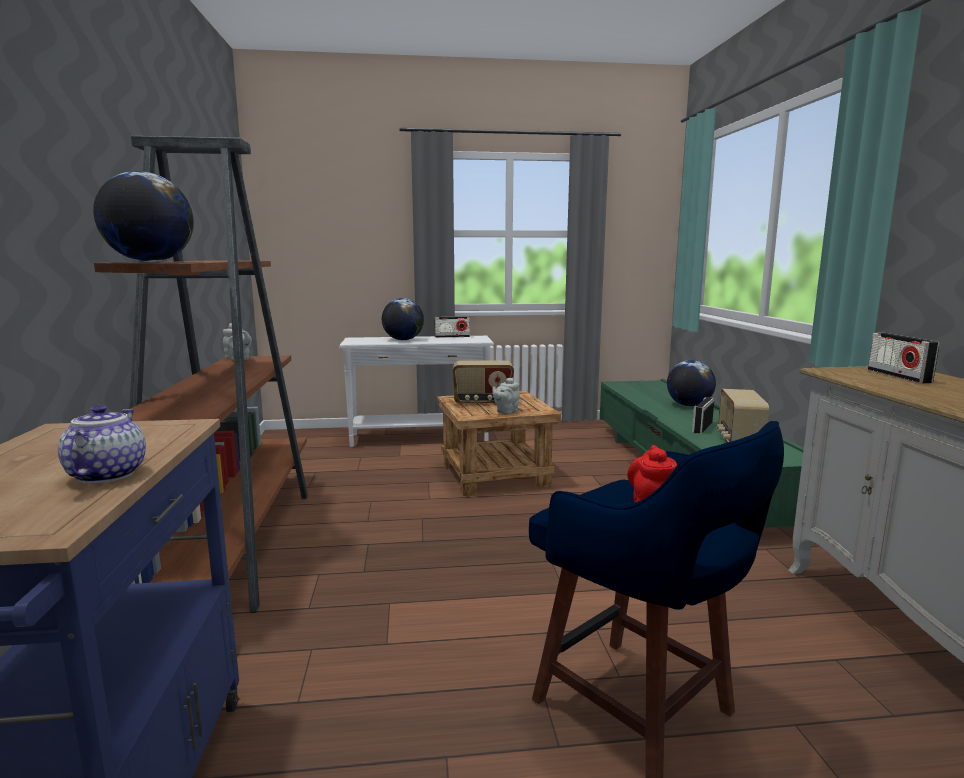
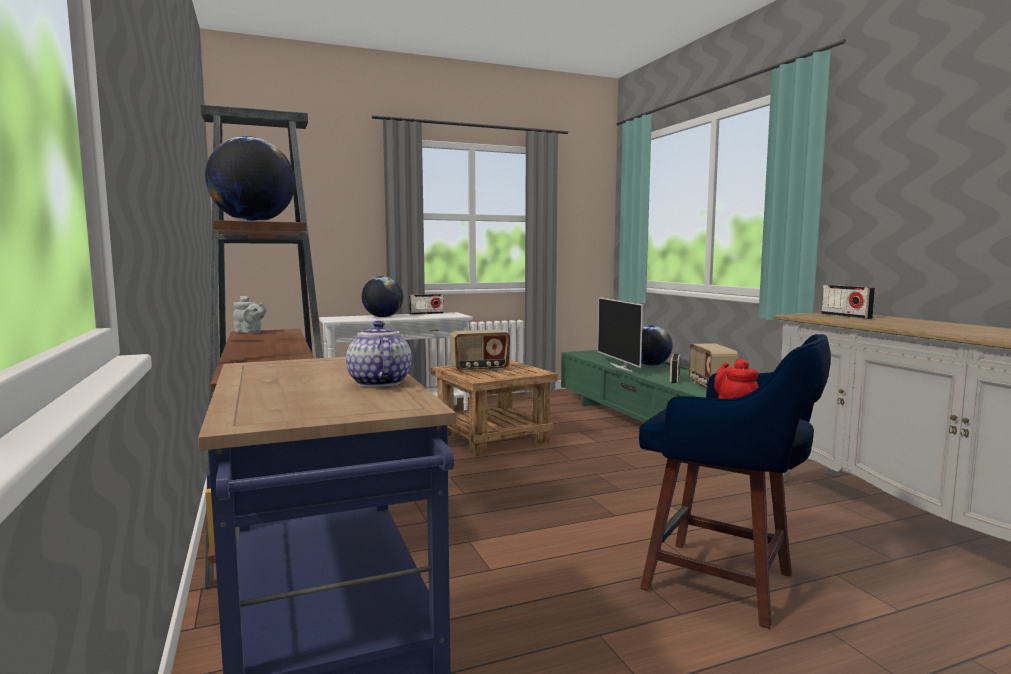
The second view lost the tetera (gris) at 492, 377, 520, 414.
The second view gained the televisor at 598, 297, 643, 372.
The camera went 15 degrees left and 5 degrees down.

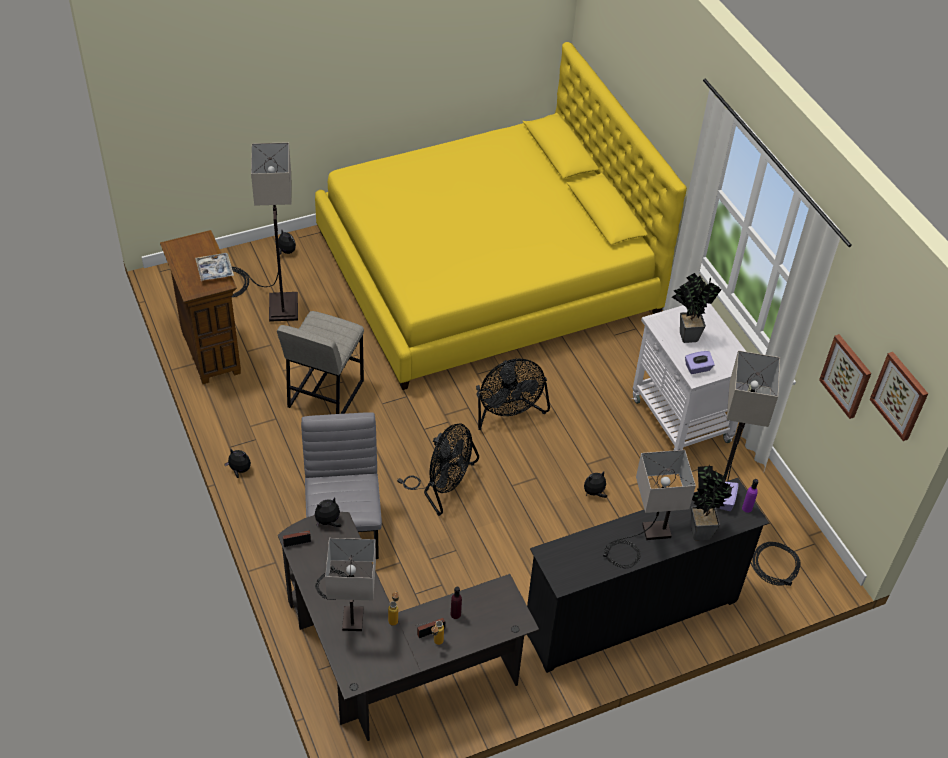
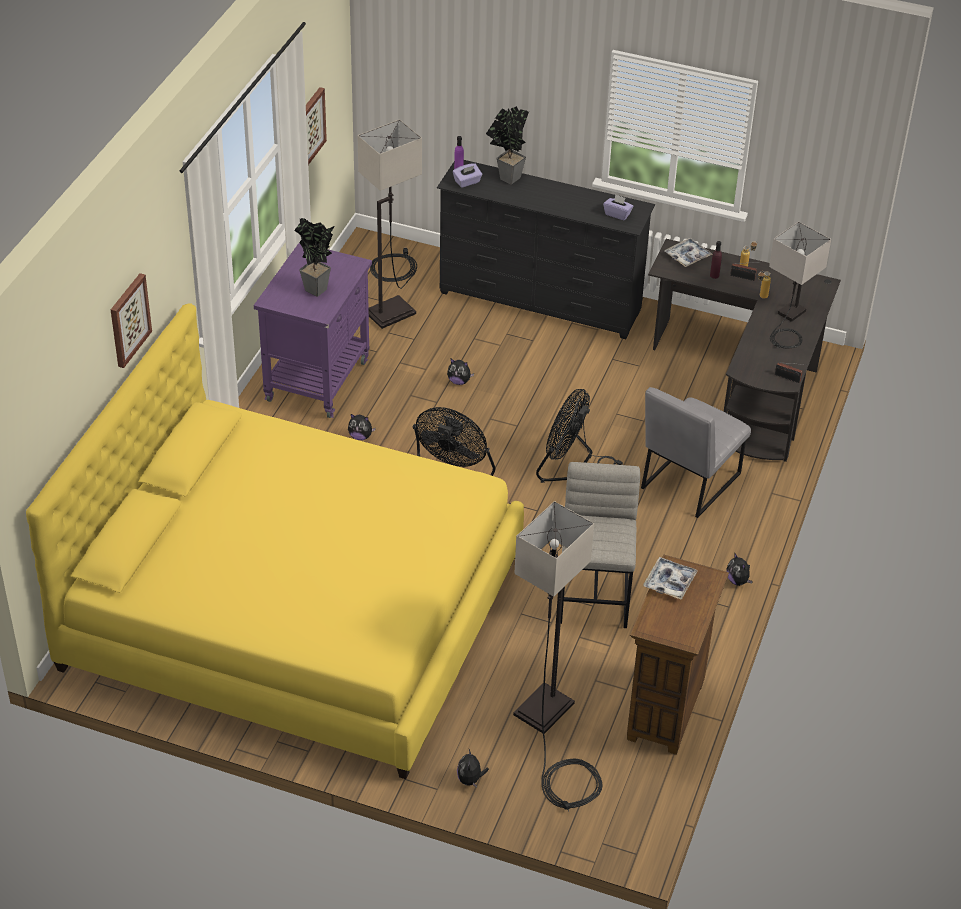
The second view lost the lámpara de mesa at 603, 450, 696, 568.
The second view gained the bandeja at 664, 238, 713, 267.
The peluche ended up elsewhere, having gone from 315, 498, 341, 527 to 348, 414, 376, 440.
The caja de pañuelos (morado) ended up elsewhere, having gone from 685, 351, 715, 374 to 603, 194, 633, 220.
The cuadro ended up elsewhere, having gone from 870, 352, 928, 441 to 111, 273, 152, 368.
What was the carrito (blanco) at 632, 303, 749, 451 turned into the carrito (morado) at 254, 243, 372, 418.
The silla (gris) at 277, 311, 364, 414 ended up facing another way, 60 degrees counterclockwise from before.
The ventilador (negro) at 397, 424, 479, 516 ended up facing another way, 45 degrees counterclockwise from before.
The camera went 135 degrees left and 5 degrees down.

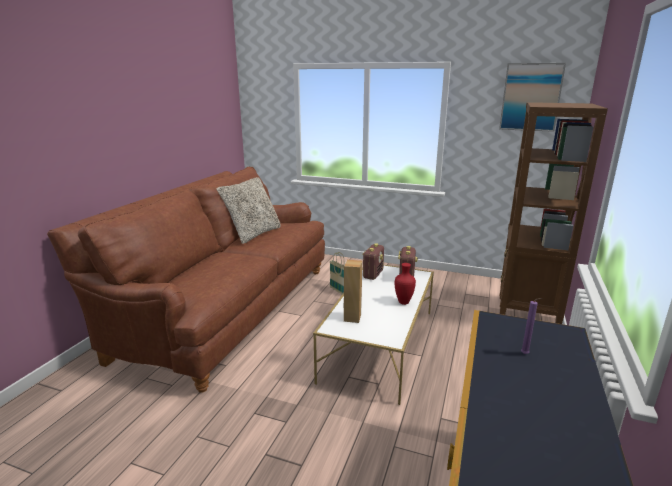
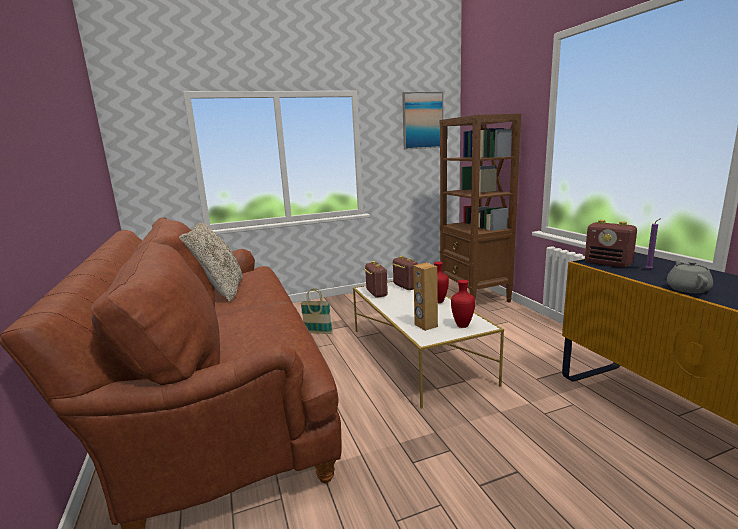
The second view gained the florero (rojo) at 451, 280, 475, 328.
The second view gained the radio at 585, 220, 637, 268.
The second view gained the tetera (gris) at 667, 259, 713, 293.
The camera went 40 degrees left and 5 degrees down.

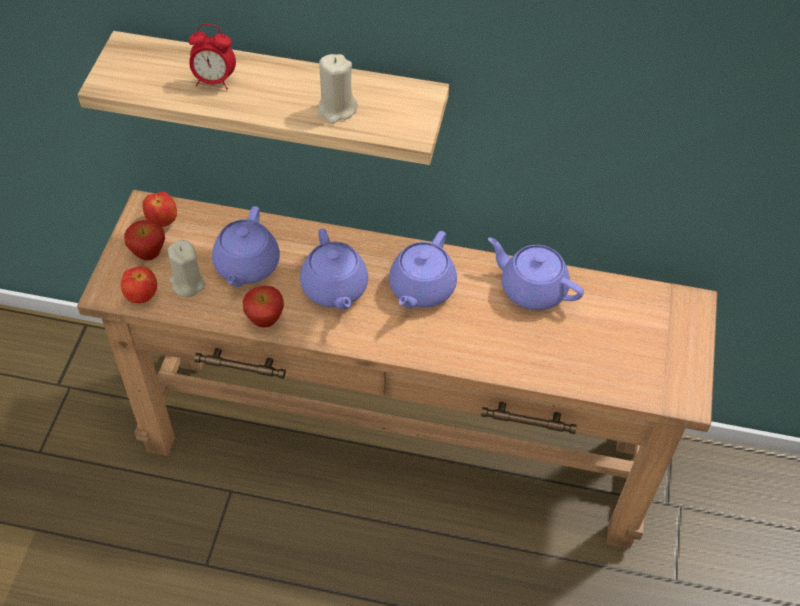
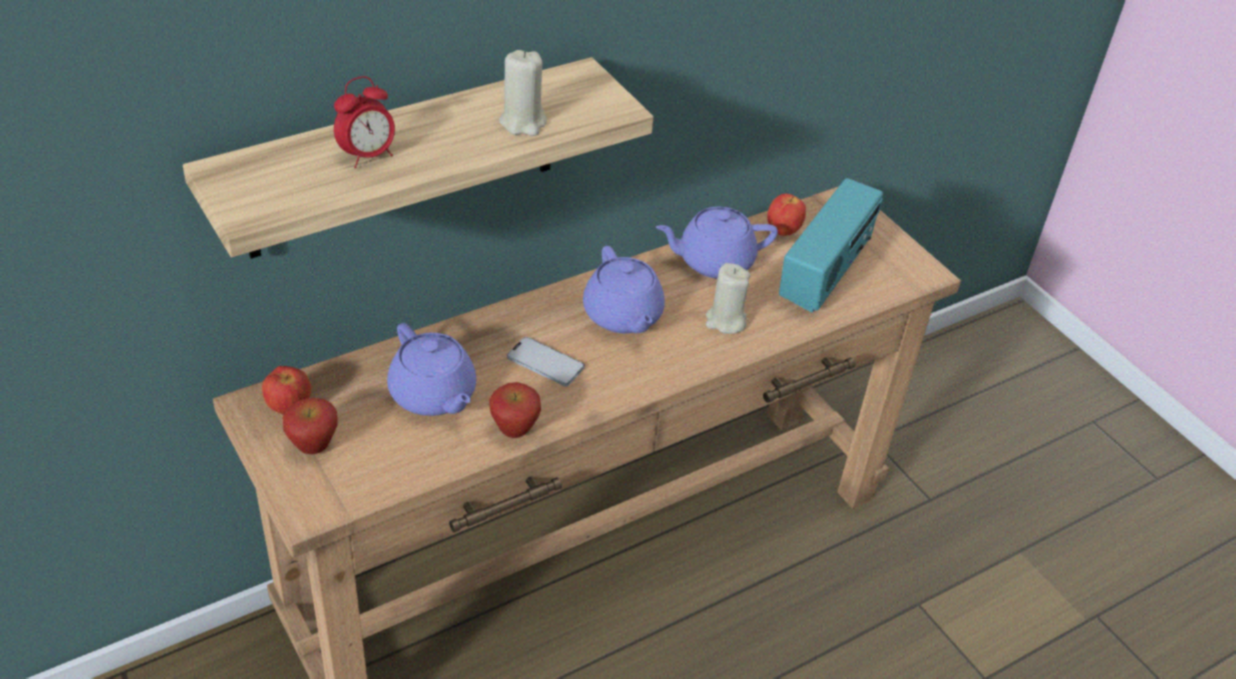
The second view gained the radio at 779, 178, 883, 313.
The manzana ended up elsewhere, having gone from 121, 267, 157, 304 to 767, 194, 806, 236.
The vela (beis) ended up elsewhere, having gone from 168, 240, 205, 297 to 706, 263, 750, 334.
Where the tetera (morado) stood at 300, 229, 368, 310, the móvil came to stand at 507, 337, 585, 386.
The camera went 45 degrees left and 10 degrees down.

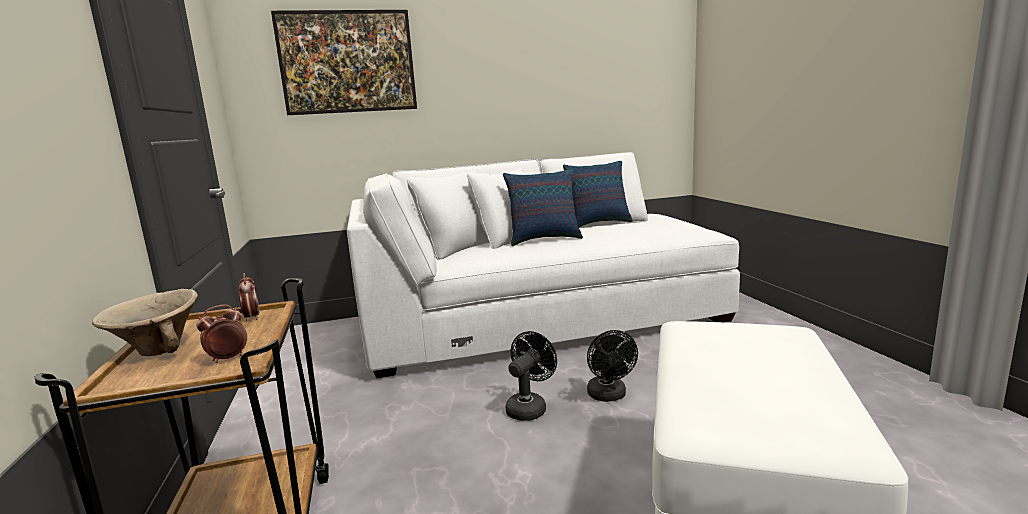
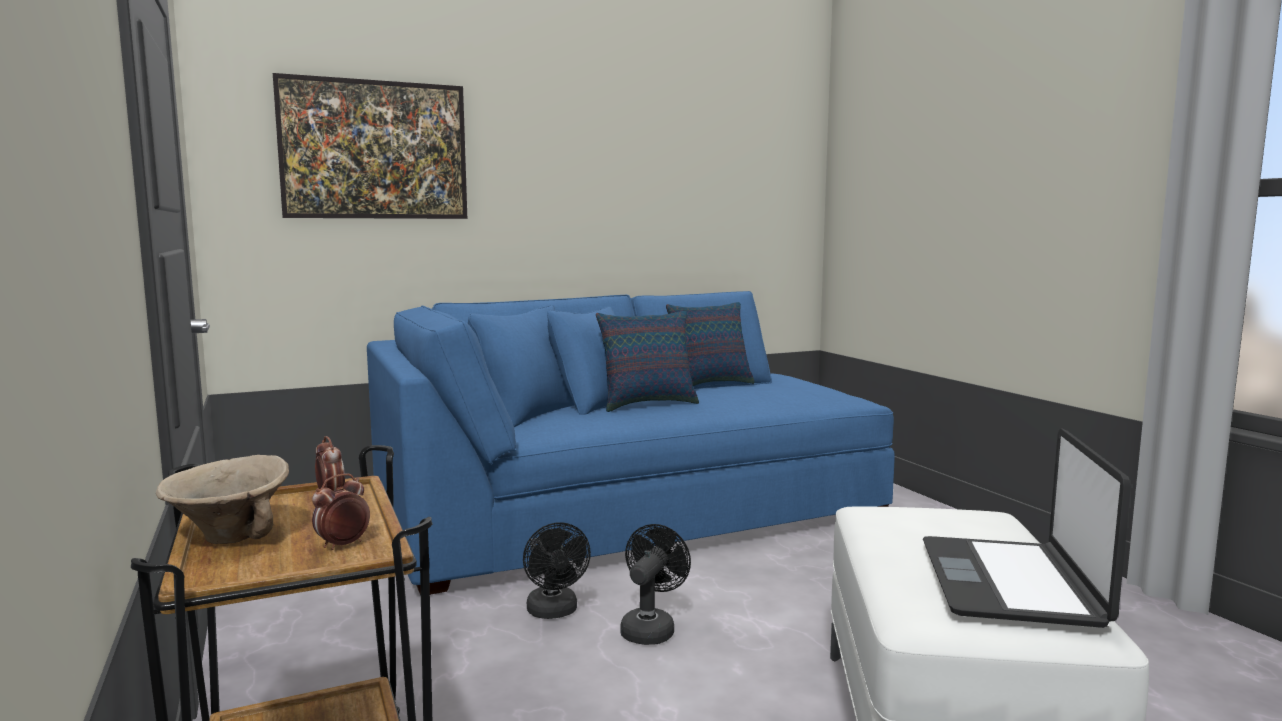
The second view gained the portátil at 923, 428, 1131, 628.
The ventilador (negro) ended up elsewhere, having gone from 587, 330, 638, 402 to 523, 522, 591, 619.
What was the sofá (blanco) at 347, 152, 740, 378 turned into the sofá (azul) at 367, 291, 895, 595.
The camera went 10 degrees left and 5 degrees down.

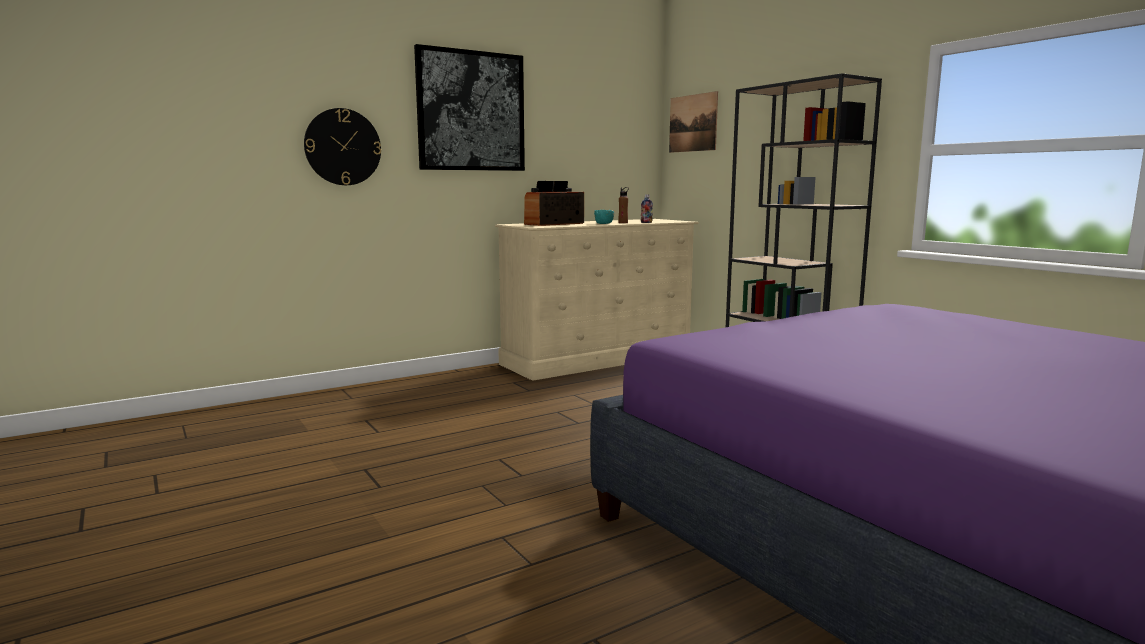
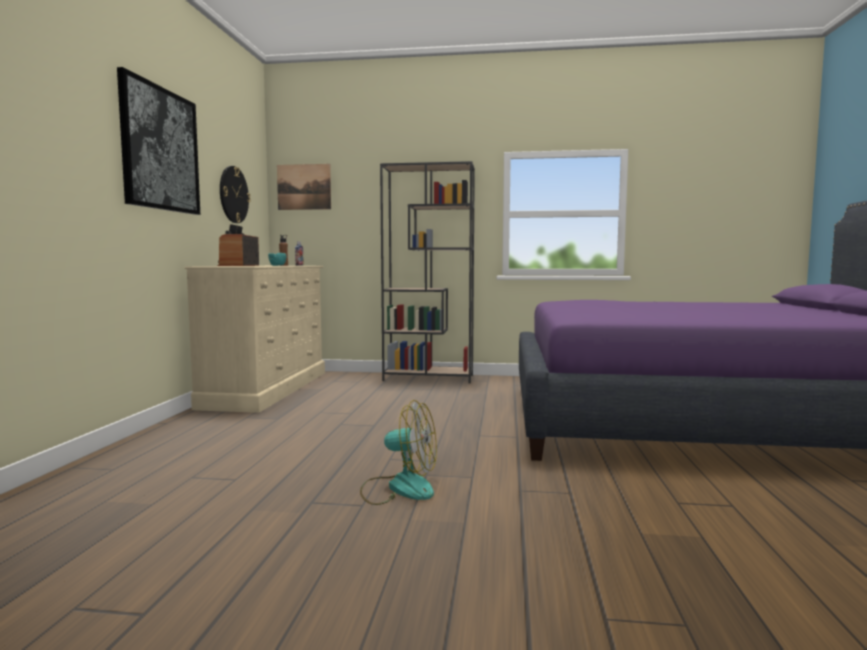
The second view gained the ventilador at 360, 400, 437, 505.
The reloj de pared ended up elsewhere, having gone from 304, 108, 381, 185 to 220, 166, 251, 223.
The camera went 50 degrees left and 5 degrees down.

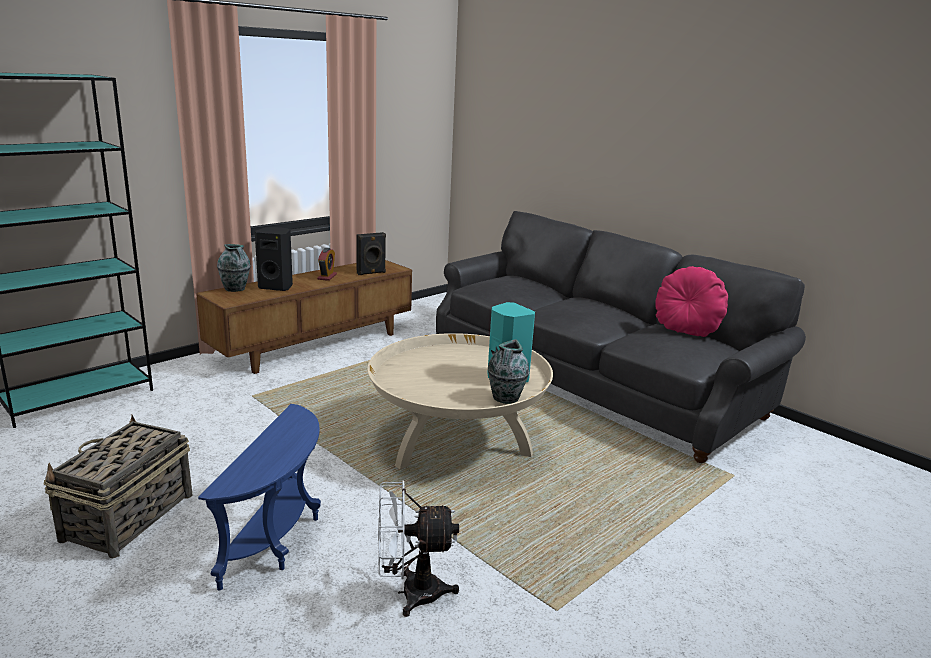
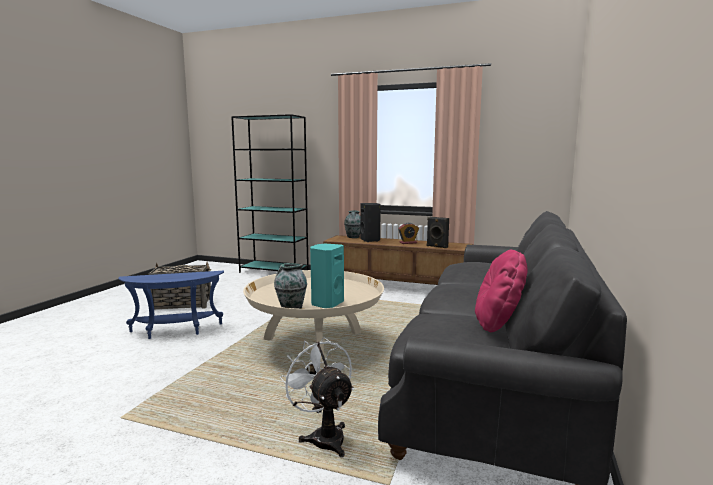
The ventilador (blanco) ended up elsewhere, having gone from 378, 480, 459, 617 to 280, 337, 354, 457.
The camera went 65 degrees right and 10 degrees down.

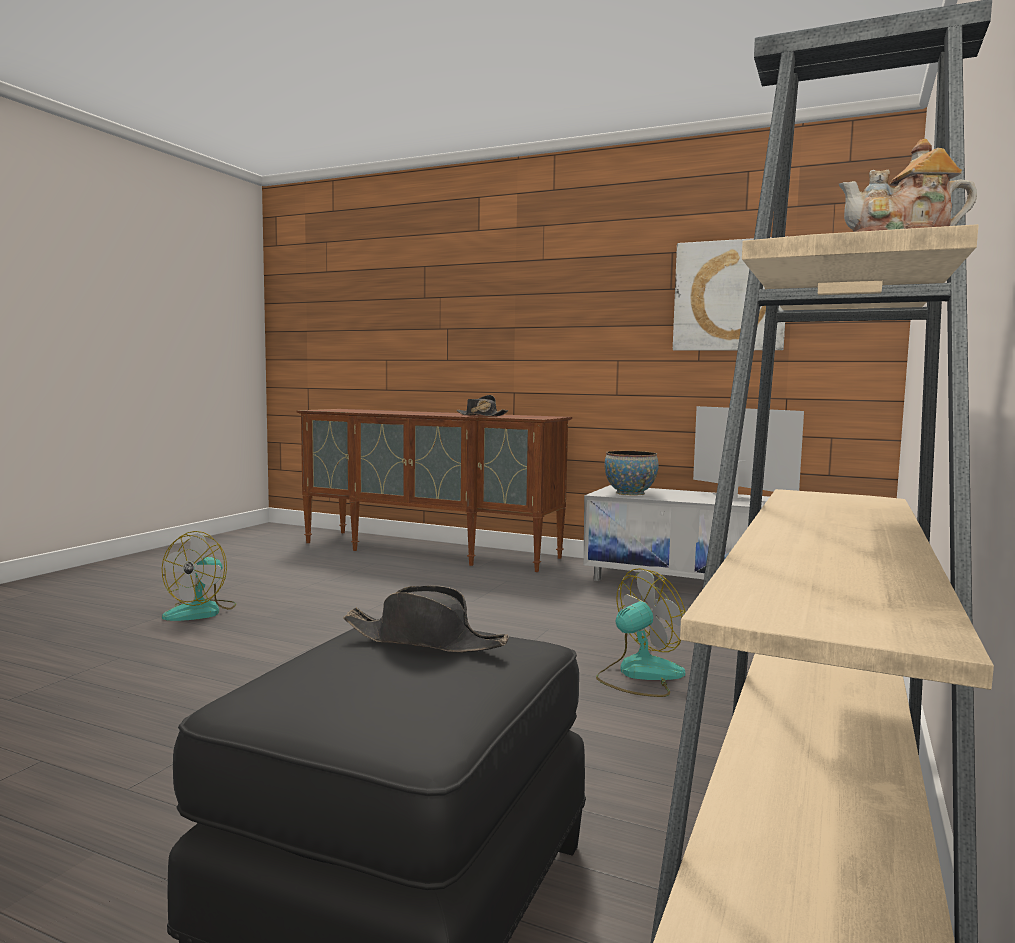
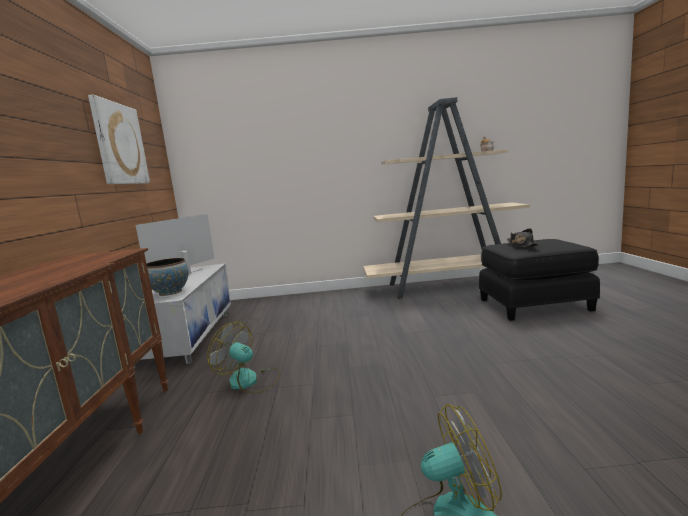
The second view lost the sombrero (negro) at 457, 395, 509, 416.
The ventilador ended up elsewhere, having gone from 596, 568, 686, 697 to 207, 321, 280, 393.
The camera went 115 degrees left and 5 degrees up.

